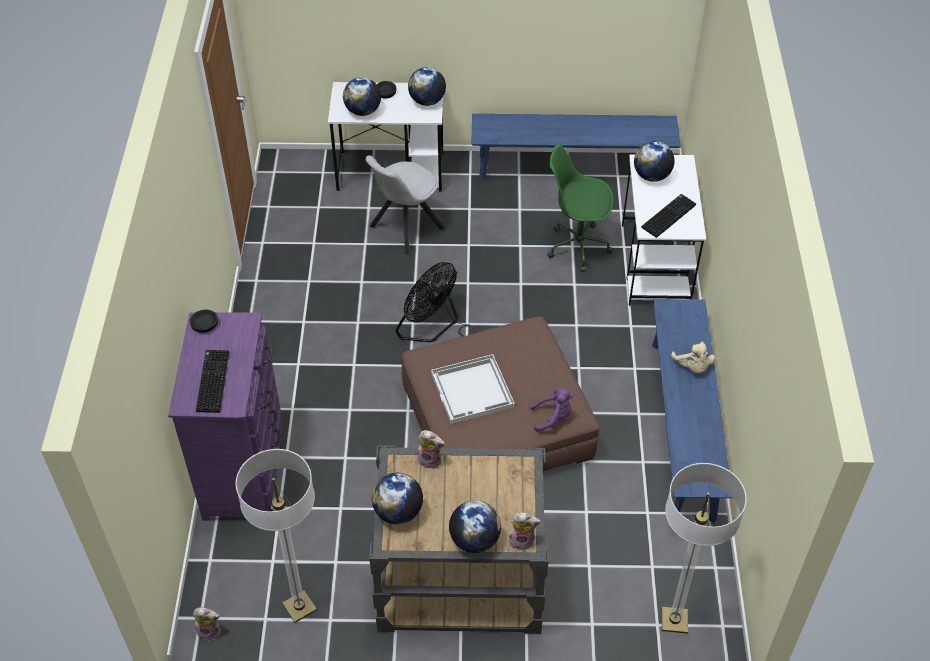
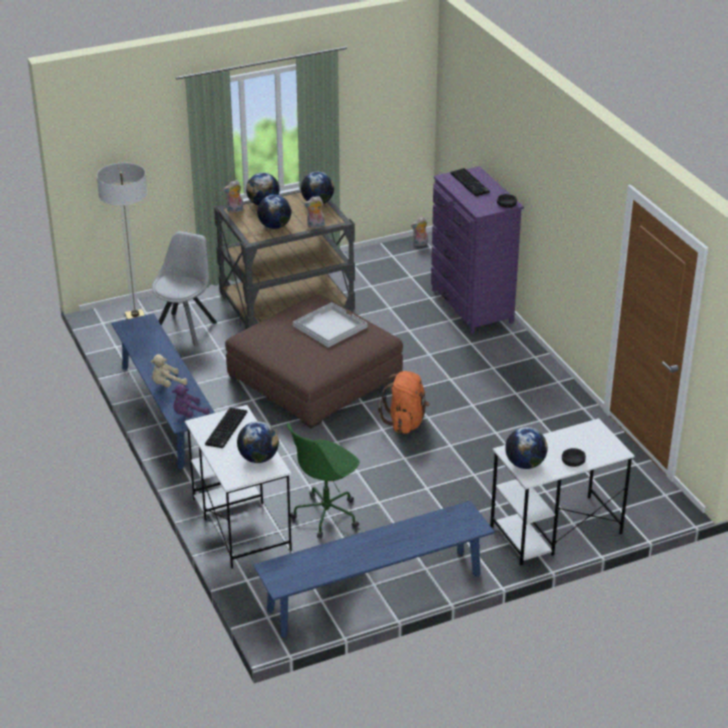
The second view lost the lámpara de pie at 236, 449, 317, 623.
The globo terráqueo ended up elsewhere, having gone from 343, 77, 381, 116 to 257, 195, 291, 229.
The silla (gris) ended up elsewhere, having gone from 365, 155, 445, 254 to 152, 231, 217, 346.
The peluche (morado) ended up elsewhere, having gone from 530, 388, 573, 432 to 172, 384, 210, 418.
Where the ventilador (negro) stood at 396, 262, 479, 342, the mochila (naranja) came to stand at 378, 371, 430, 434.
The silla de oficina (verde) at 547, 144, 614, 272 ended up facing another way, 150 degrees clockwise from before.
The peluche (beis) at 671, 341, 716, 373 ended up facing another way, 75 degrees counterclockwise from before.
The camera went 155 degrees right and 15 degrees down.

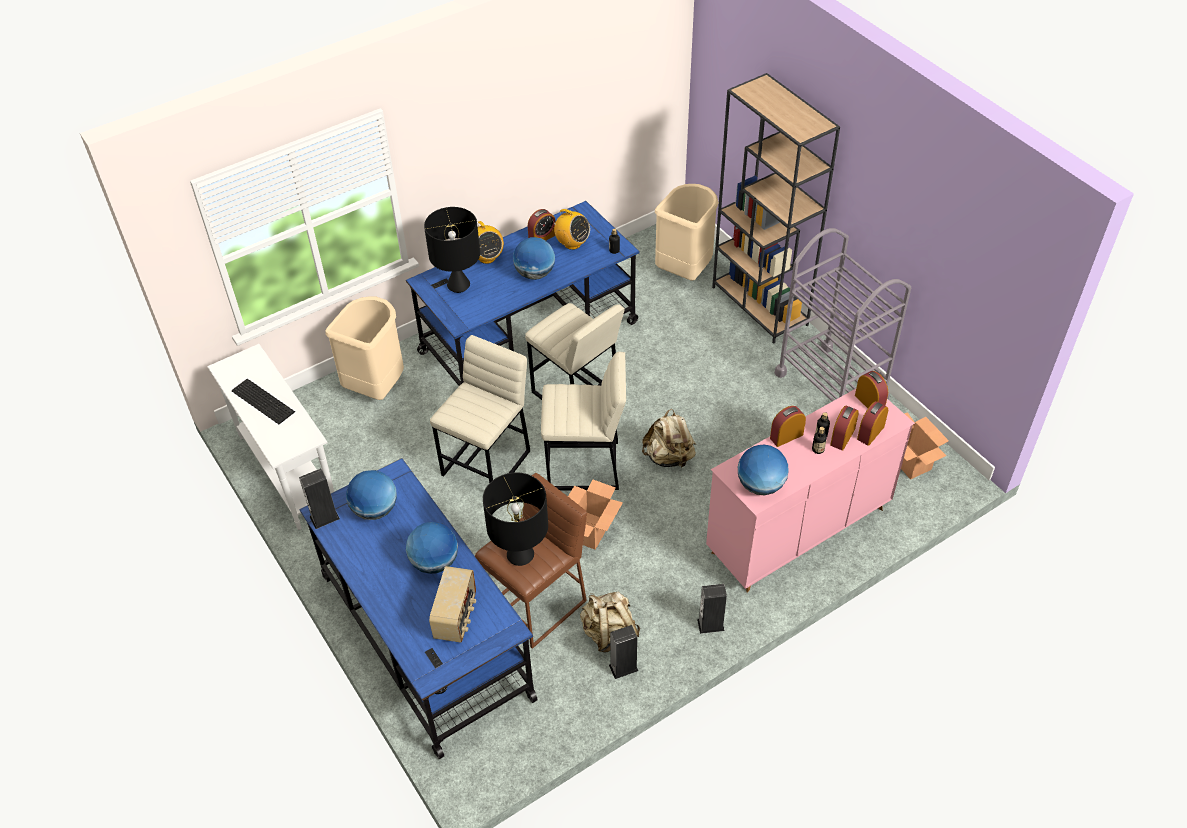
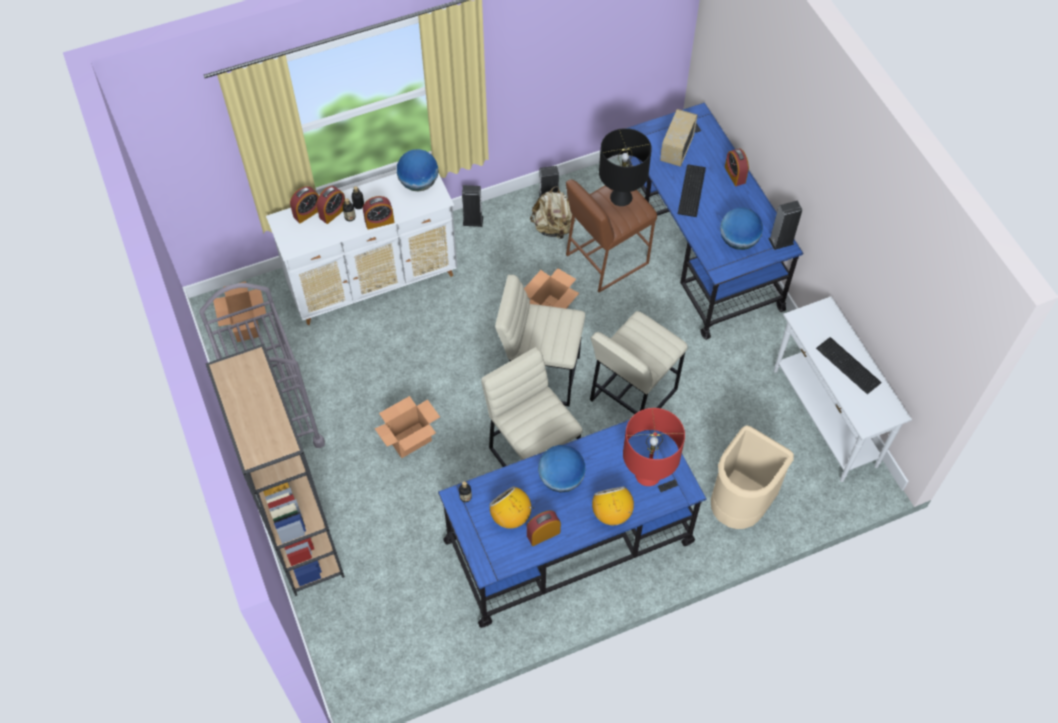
The second view lost the mochila (beis) at 642, 409, 696, 468.
The second view lost the papelera (beis) at 655, 184, 719, 281.
The second view gained the caja de cartón at 374, 396, 440, 458.
The despertador ended up elsewhere, having gone from 855, 371, 888, 408 to 725, 148, 749, 186.
Where the globo terráqueo stood at 406, 522, 458, 574, the teclado came to stand at 678, 164, 706, 217.
What was the lámpara de mesa (negro) at 424, 207, 480, 293 turned into the lámpara de mesa (rojo) at 623, 408, 685, 486.
What was the armario (rosa) at 706, 389, 915, 592 turned into the armario (blanco) at 266, 173, 457, 326.
The camera went 170 degrees left and 10 degrees up.

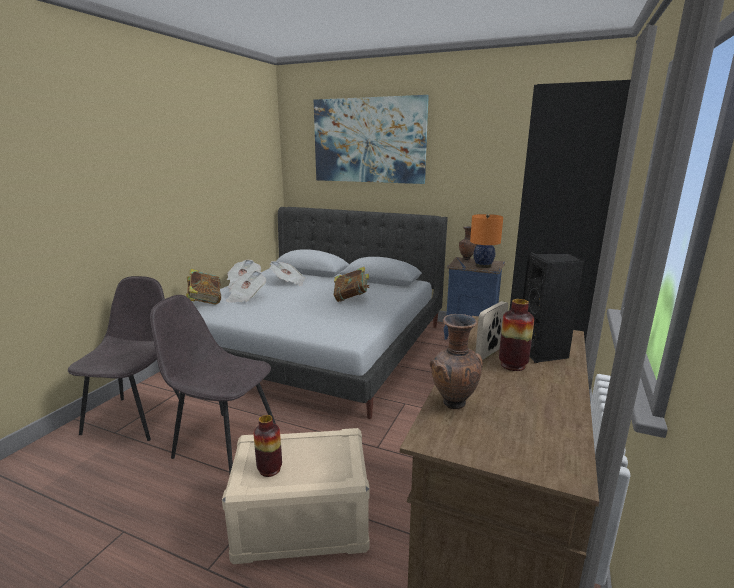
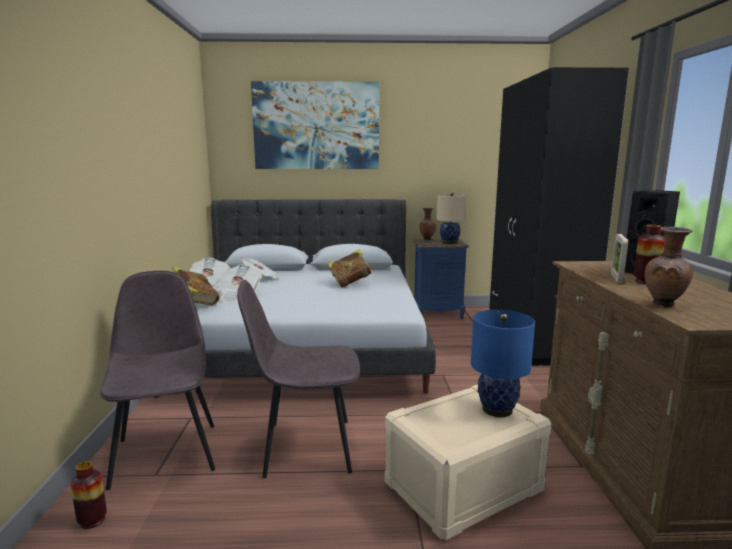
The second view gained the lámpara de mesa (azul) at 471, 310, 535, 417.
The florero ended up elsewhere, having gone from 253, 415, 282, 477 to 70, 461, 107, 529.
What was the lámpara de mesa (naranja) at 470, 214, 503, 268 turned into the lámpara de mesa (beis) at 436, 193, 466, 244.
The camera went 25 degrees left and 5 degrees down.

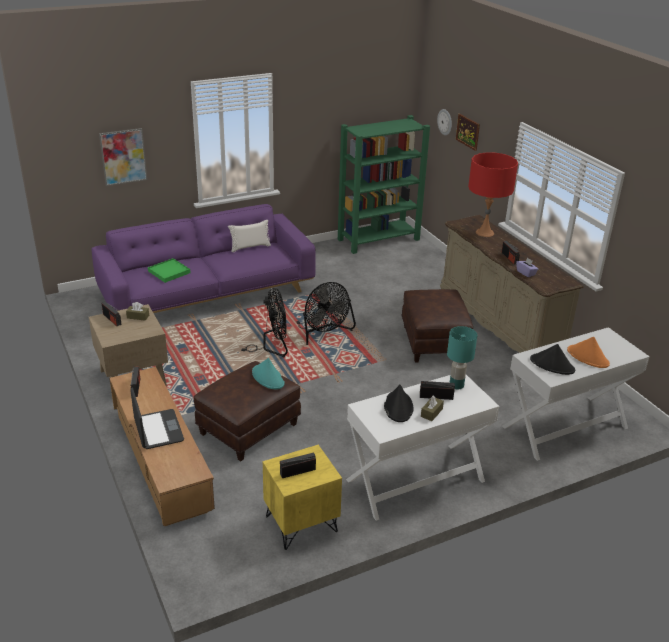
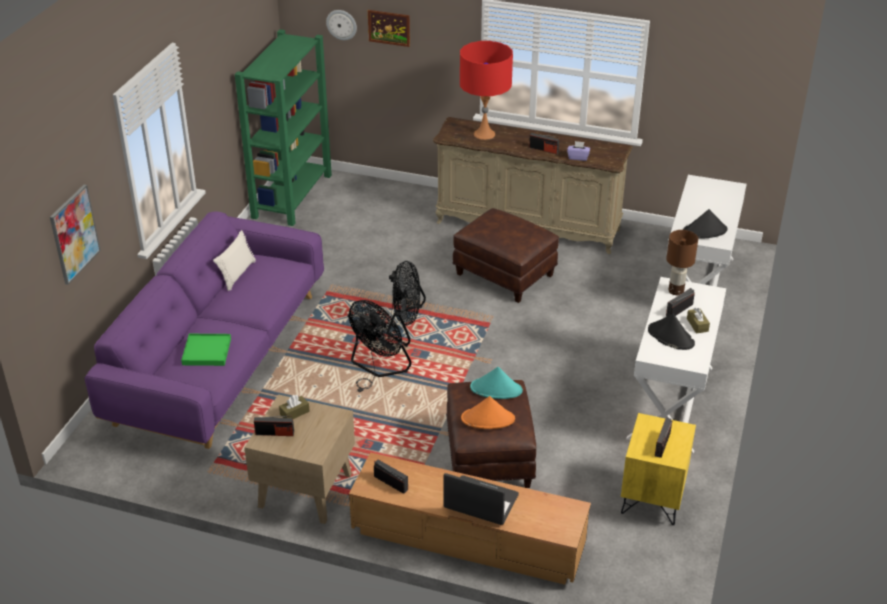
The sombrero (naranja) ended up elsewhere, having gone from 567, 337, 610, 368 to 461, 396, 515, 429.
What was the lámpara de mesa (turquesa) at 447, 326, 477, 389 turned into the lámpara de mesa (marrón) at 666, 230, 698, 295.
The camera went 45 degrees left and 5 degrees up.

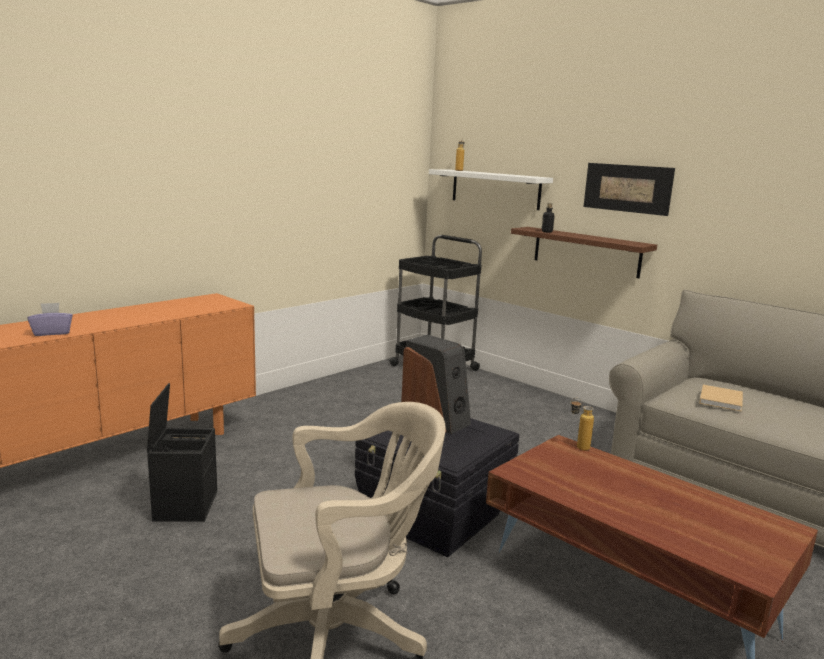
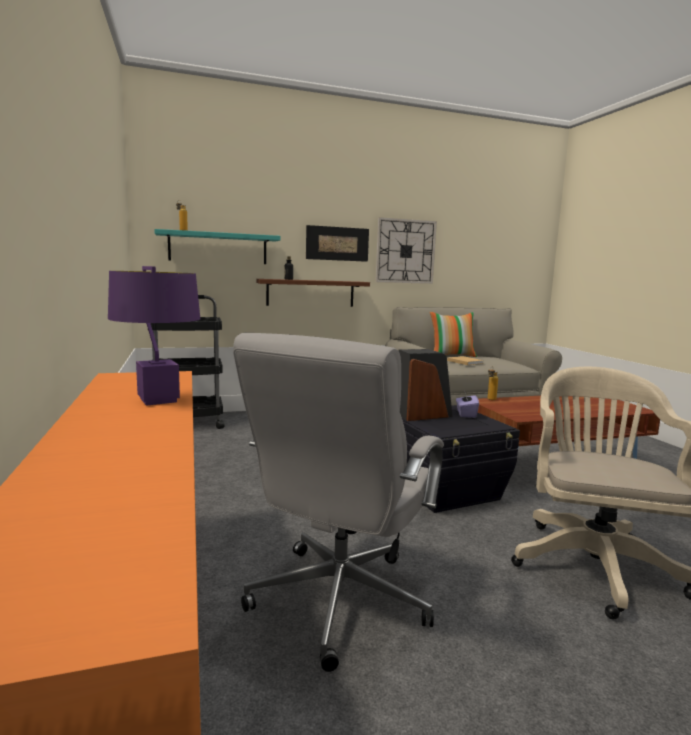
The second view gained the lámpara de mesa (morado) at 108, 266, 200, 406.
The second view gained the reloj de pared at 375, 217, 437, 284.
The second view gained the cojín at 430, 312, 477, 357.
The caja de pañuelos (morado) ended up elsewhere, having gone from 27, 303, 73, 336 to 456, 390, 479, 418.
Where the caja de almacenaje (negro) stood at 147, 383, 217, 522, the silla de oficina (gris) came to stand at 233, 333, 444, 672.
What was the estante (blanco) at 429, 169, 553, 210 turned into the estante (turquesa) at 154, 229, 281, 264.
The camera went 60 degrees left and 5 degrees down.

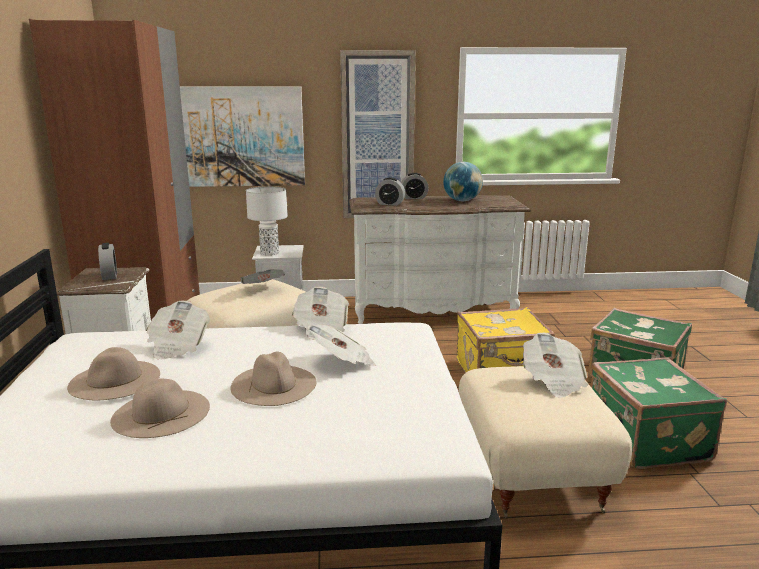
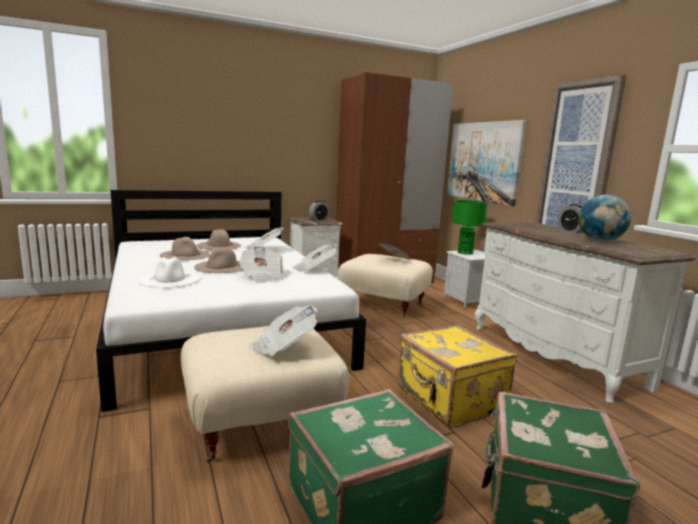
The second view lost the despertador at 375, 178, 405, 206.
The second view gained the sombrero (blanco) at 138, 257, 200, 288.
What was the lámpara de mesa (blanco) at 246, 186, 288, 255 turned into the lámpara de mesa (verde) at 452, 200, 488, 255.
The camera went 70 degrees right and 5 degrees down.

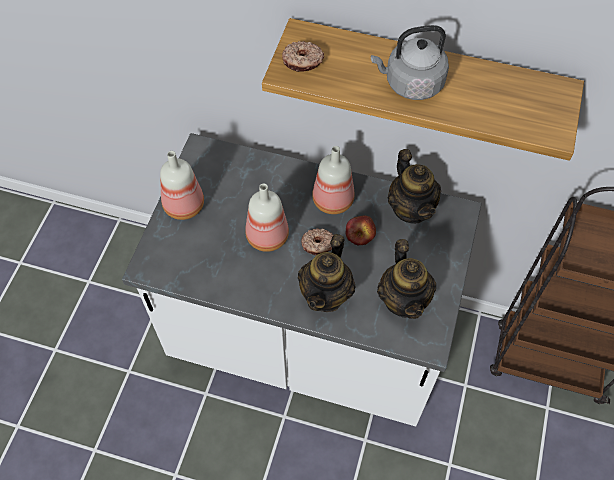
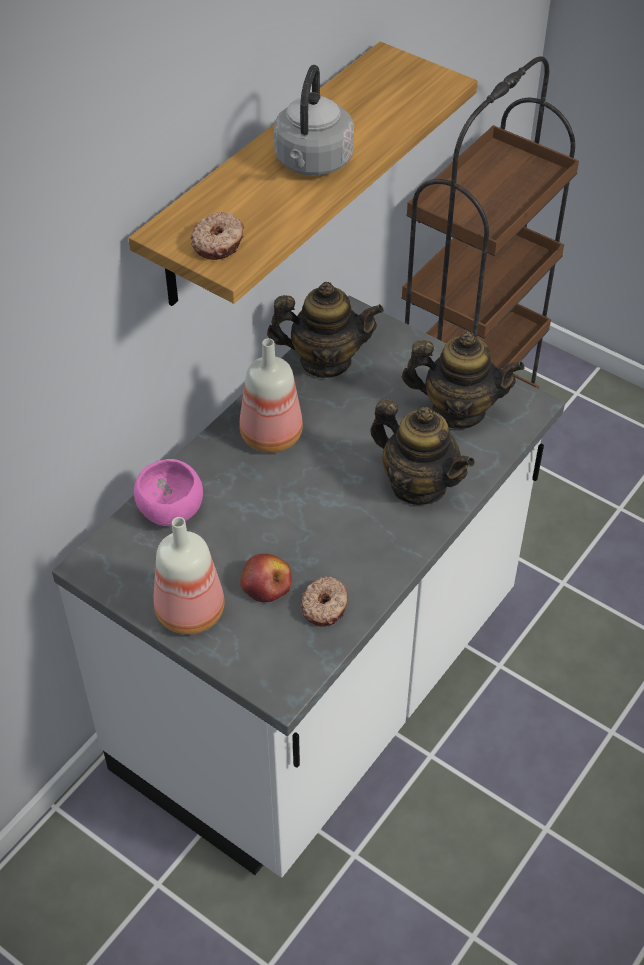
The second view lost the botella at 245, 183, 289, 252.
The second view gained the cuenco (rosa) at 134, 459, 203, 526.
The rosquilla ended up elsewhere, having gone from 301, 228, 333, 255 to 301, 576, 348, 626.
The manzana ended up elsewhere, having gone from 345, 215, 376, 246 to 240, 554, 292, 603.
The camera went 70 degrees left and 10 degrees down.

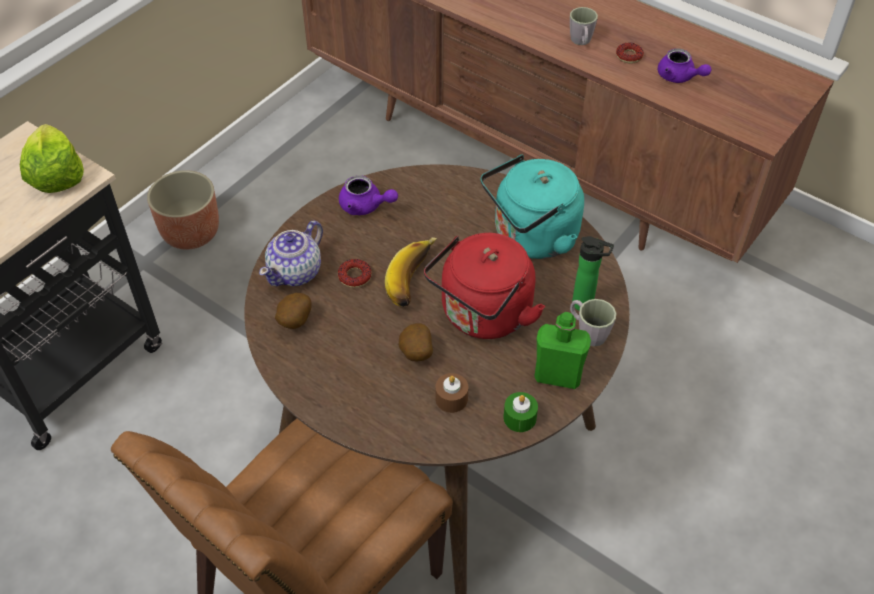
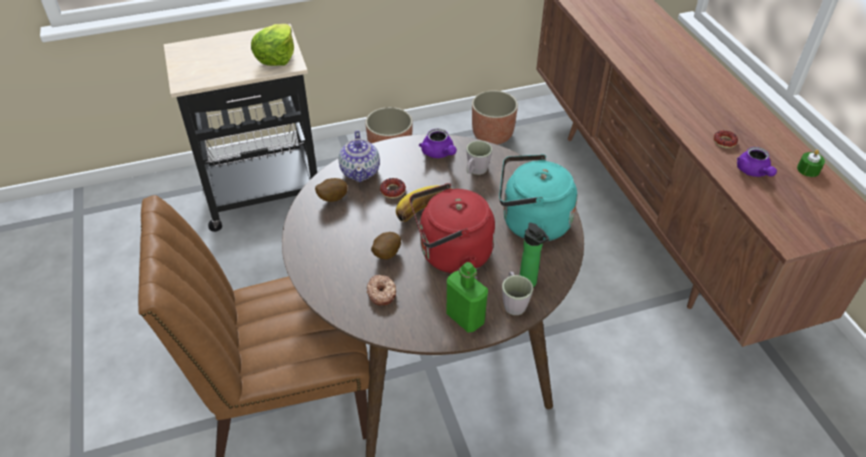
The second view gained the maceta at 472, 90, 518, 145.
The vela (verde) ended up elsewhere, having gone from 503, 392, 538, 432 to 797, 150, 825, 177.
The taza grande (gris) ended up elsewhere, having gone from 570, 7, 598, 45 to 466, 141, 492, 175.
Where the vela (marrón) stood at 435, 373, 468, 413, the rosquilla came to stand at 367, 275, 396, 305.
The tetera at 259, 221, 323, 286 ended up facing another way, 75 degrees counterclockwise from before.
The camera went 35 degrees right and 5 degrees down.

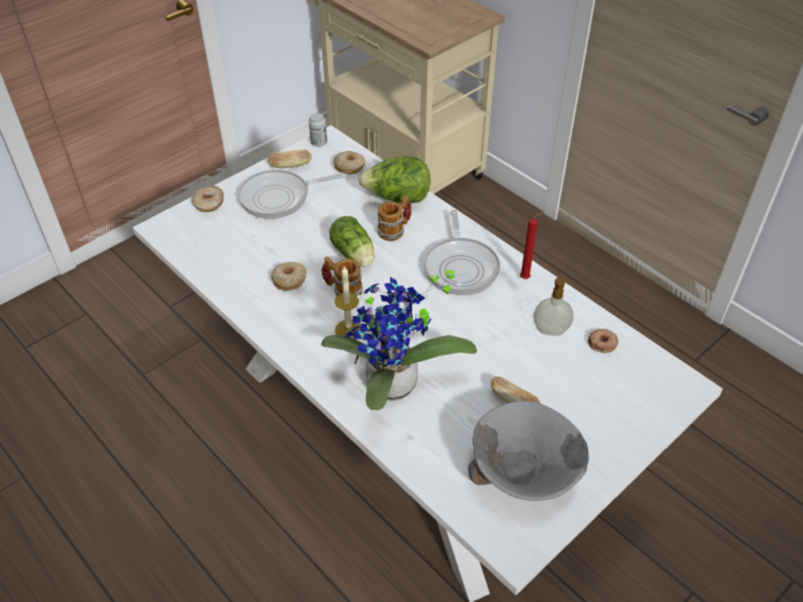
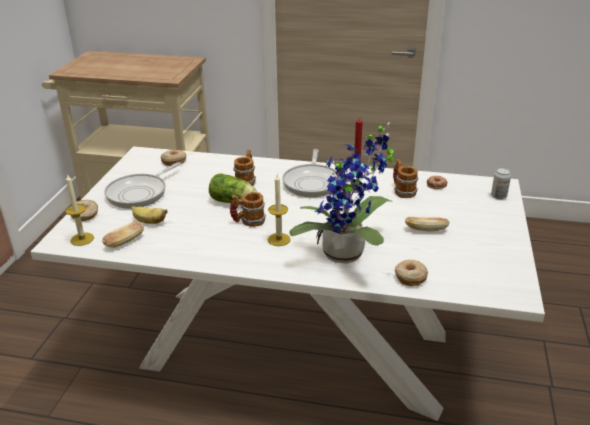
The second view lost the lechuga at 358, 156, 431, 203.
The second view lost the cuenco (gris) at 468, 401, 589, 501.
The second view gained the vela at 65, 174, 94, 246.
The second view gained the plátano at 132, 206, 167, 224.
The pan ended up elsewhere, having gone from 268, 150, 312, 168 to 102, 222, 144, 248.
The rosquilla ended up elsewhere, having gone from 271, 262, 307, 291 to 395, 260, 428, 286.
The lata ended up elsewhere, having gone from 309, 113, 327, 147 to 491, 168, 511, 200.
Where the dispensador de jabón stood at 533, 278, 574, 336, the taza grande came to stand at 393, 159, 418, 198.
The sartén at 424, 210, 500, 295 ended up facing another way, 45 degrees clockwise from before.
The camera went 35 degrees left and 15 degrees down.

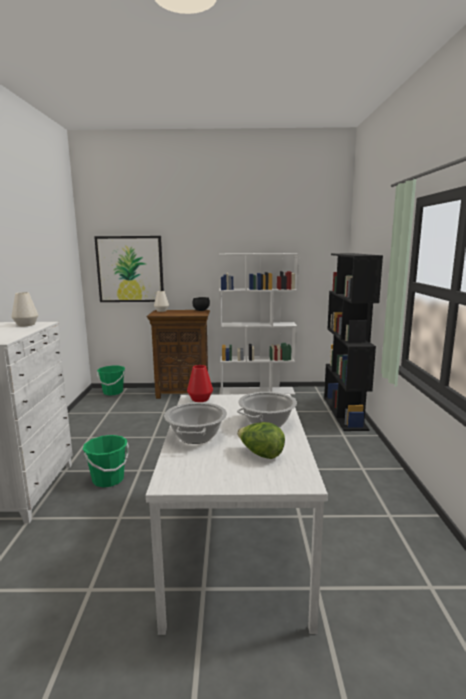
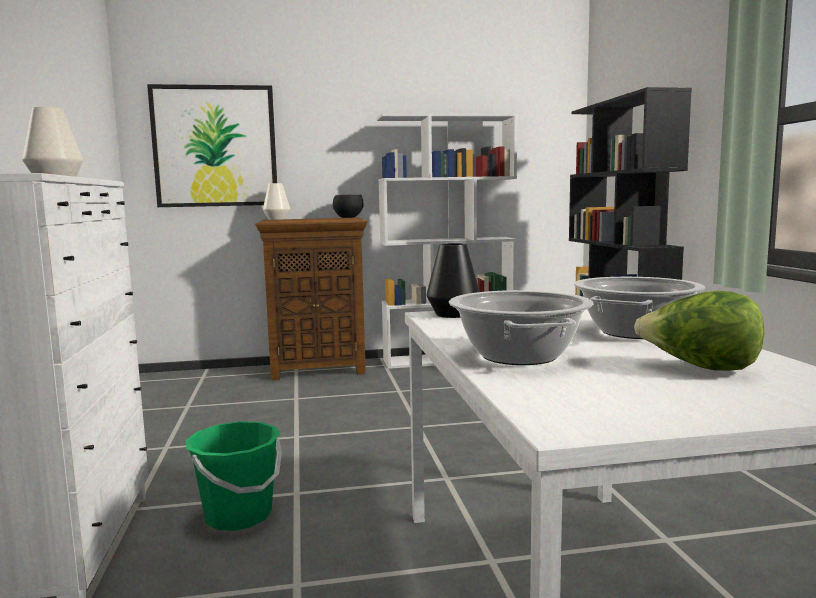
The second view lost the cubo (verde) at 97, 366, 125, 395.
What was the florero (rojo) at 187, 365, 213, 402 turned into the florero (negro) at 426, 243, 480, 318.
The camera went 10 degrees left and 5 degrees down.

